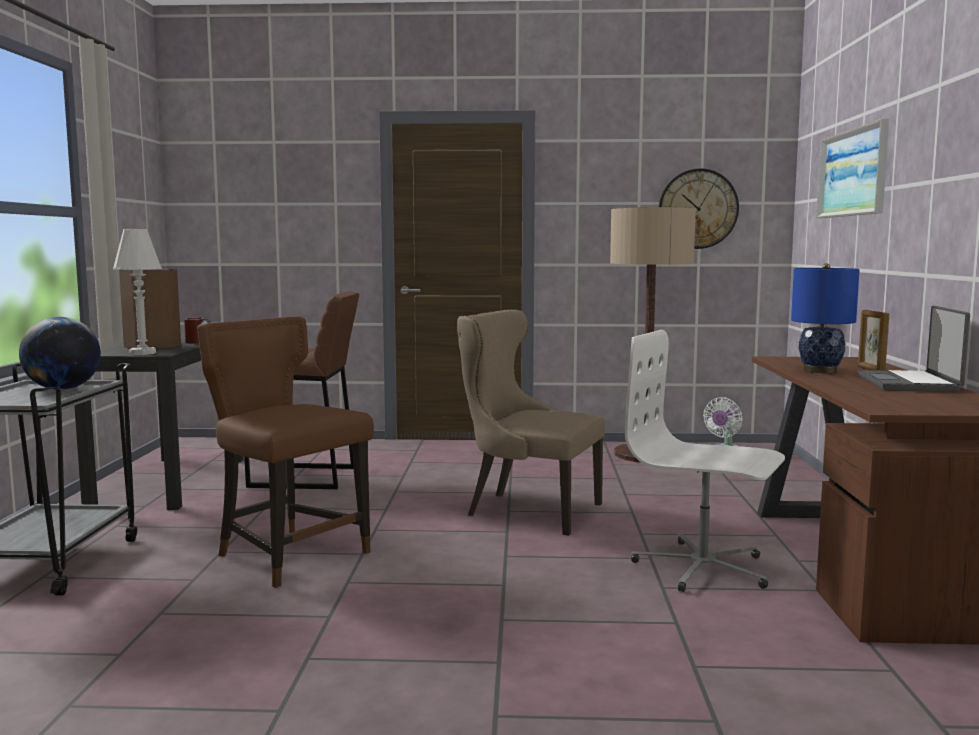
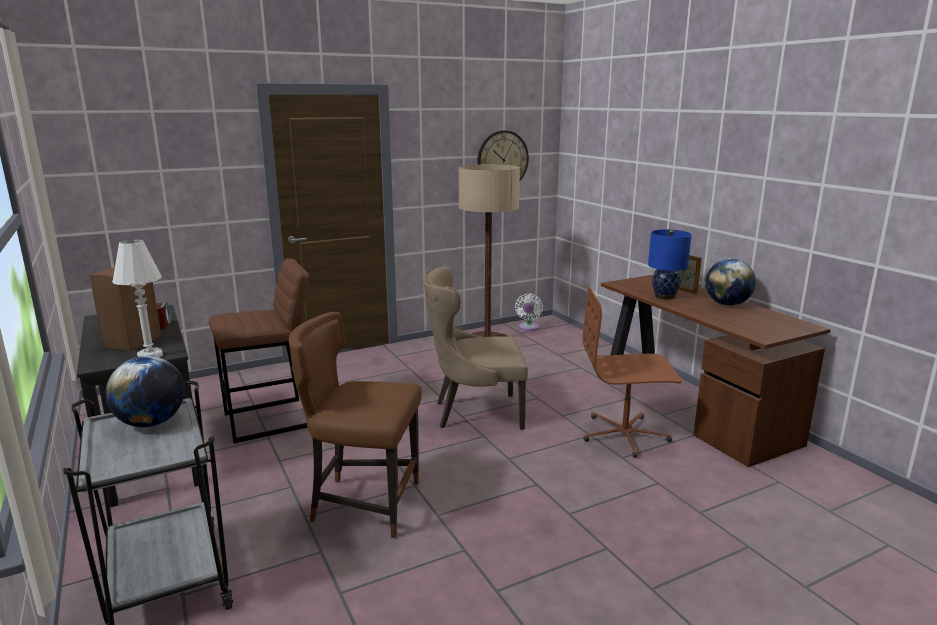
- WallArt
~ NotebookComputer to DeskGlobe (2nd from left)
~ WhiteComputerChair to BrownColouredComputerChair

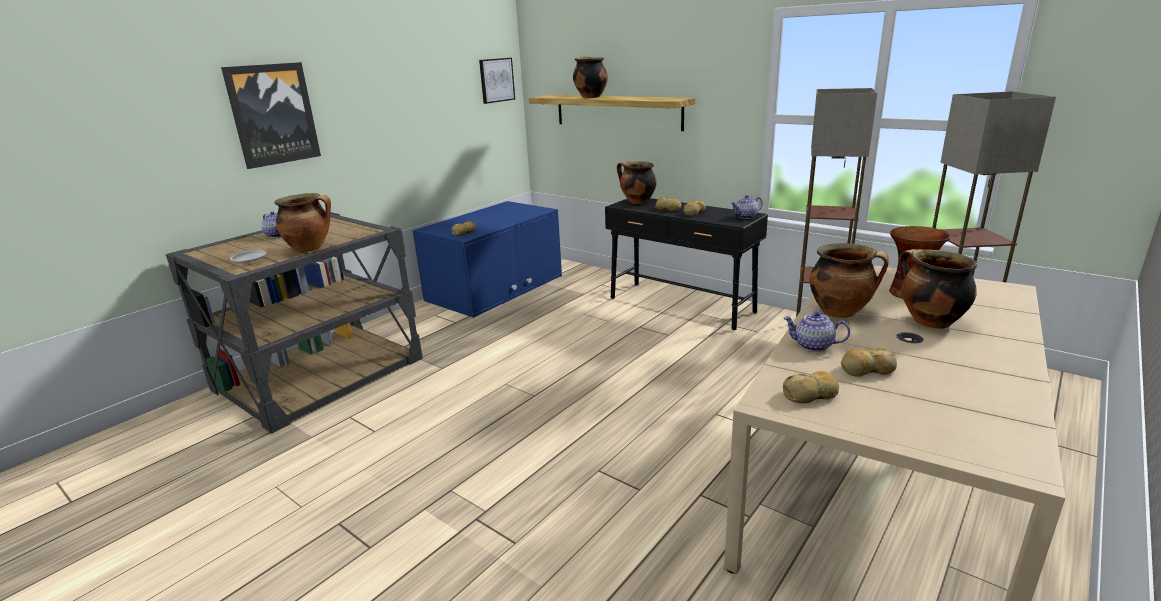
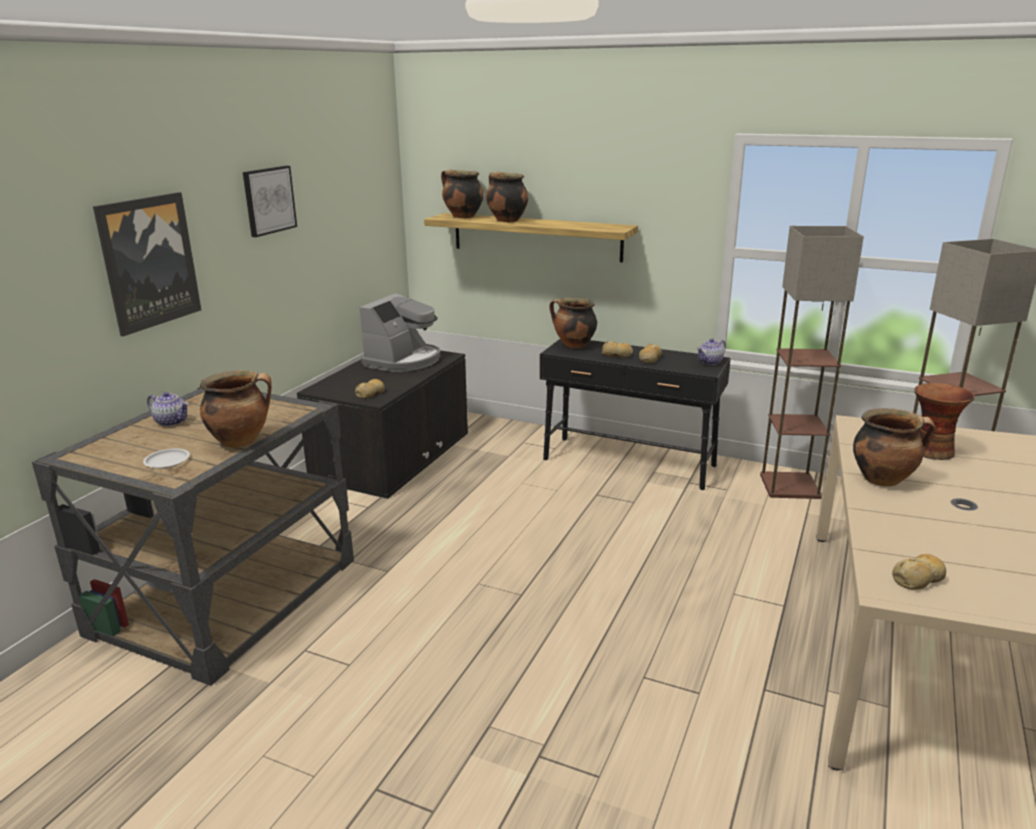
~ WallArt (2nd from left)
~ BlueStorageCabinet to BlackishStorageCabinet
~ Stockpot (5th from left in the first image) to Stockpot (2nd from left)
- TeaPot (3rd from left)
- BakeryBread (5th from left)
+ CoffeeMaker

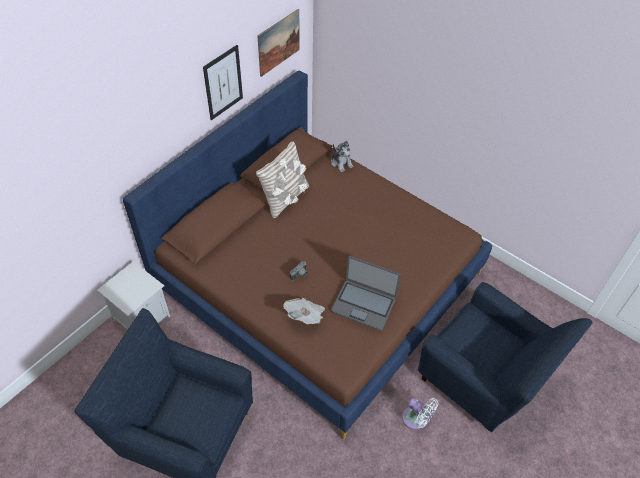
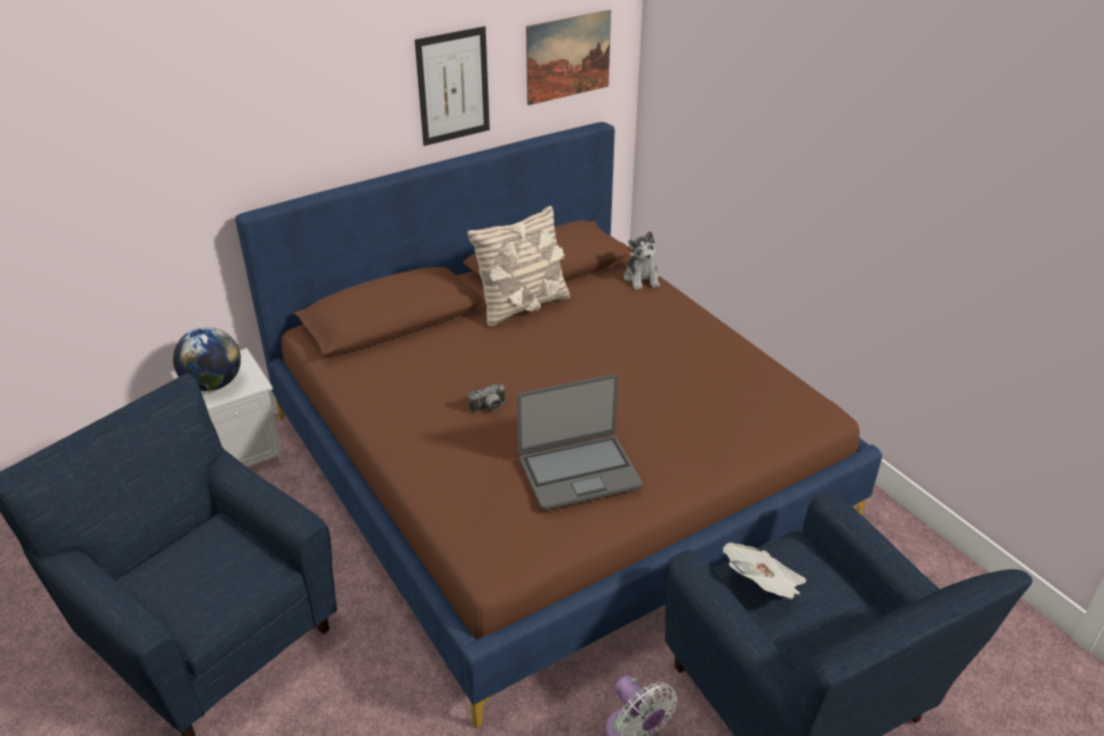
~ NotebookComputer 60 degrees counterclockwise
~ DailyPaper
+ DeskGlobe

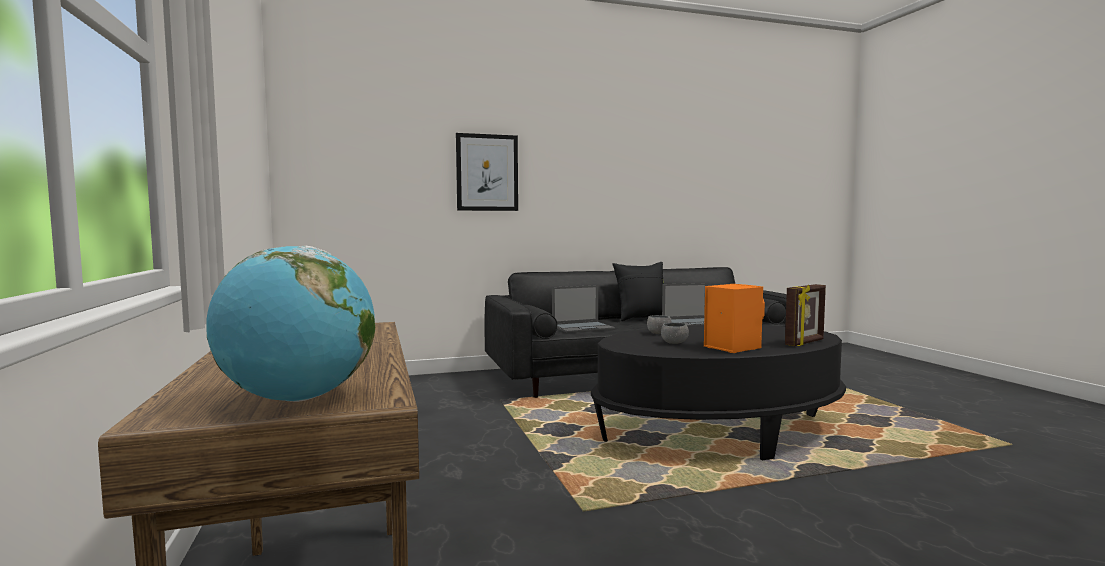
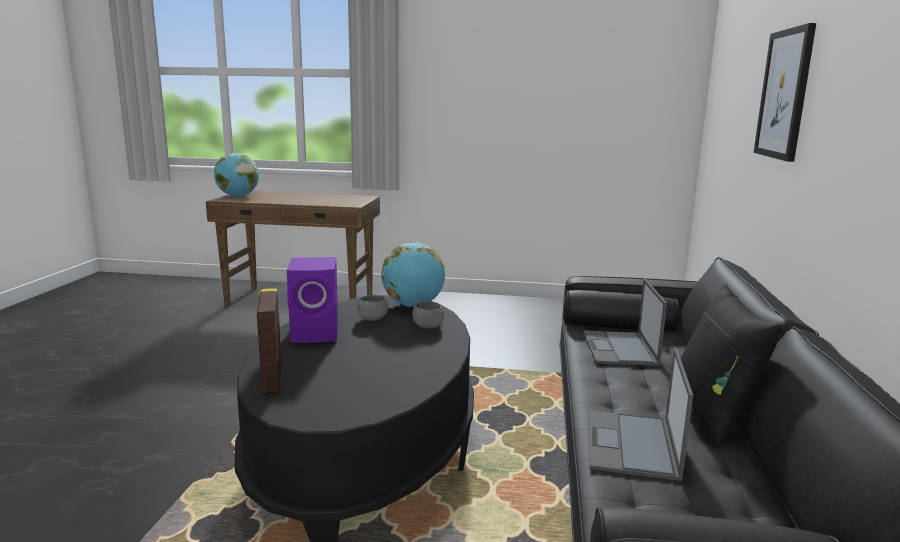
~ OrangeColouredLoudspeaker to PurpleLoudspeaker
+ DeskGlobe (2nd from left)

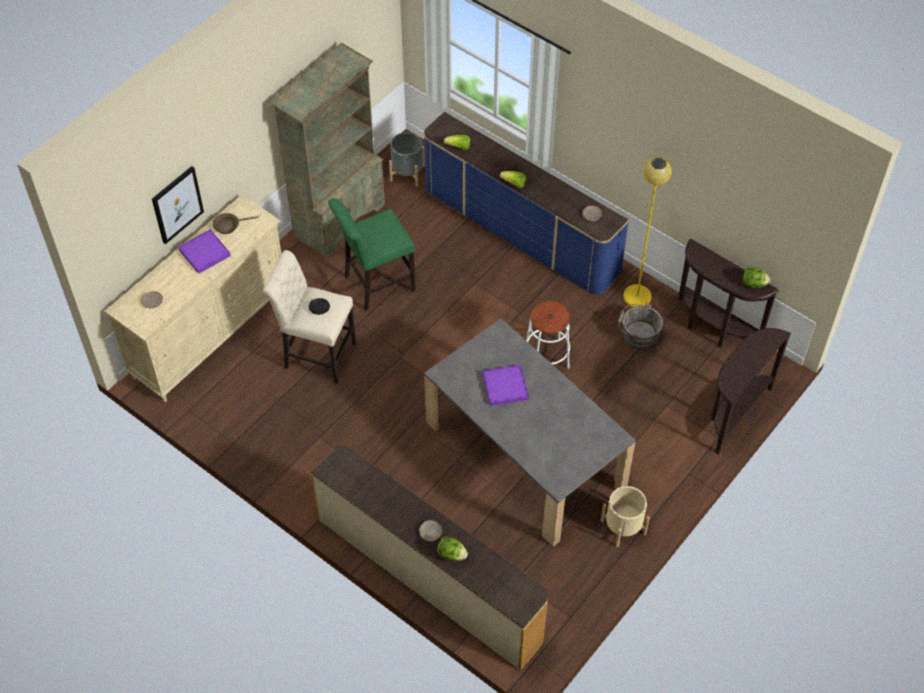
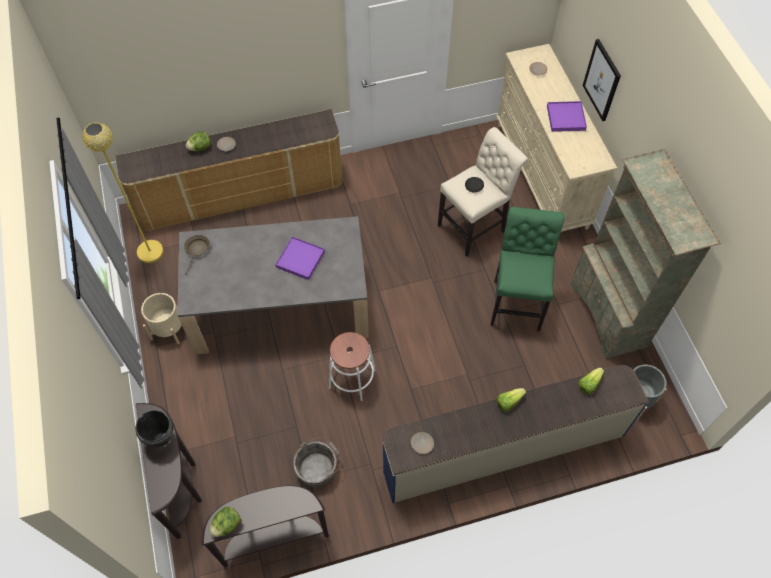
~ YellowColouredStandardLamp
~ BrownColouredPan
+ BlackishStockpot

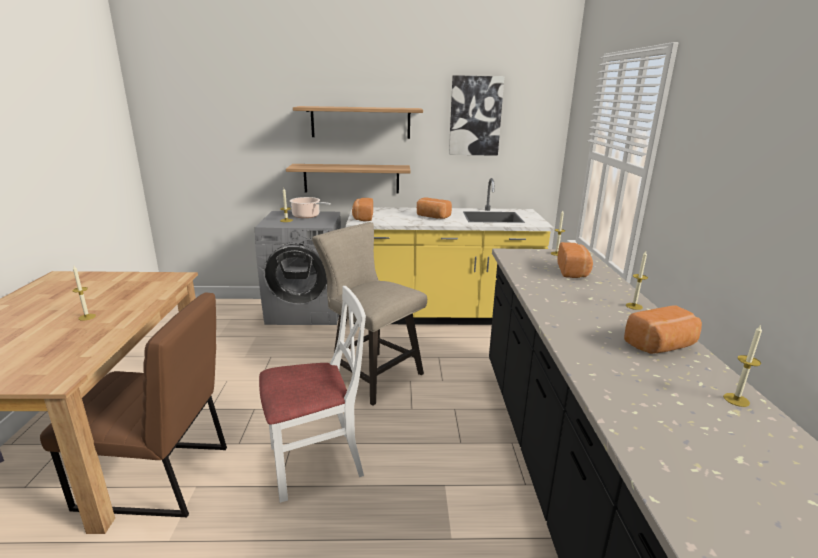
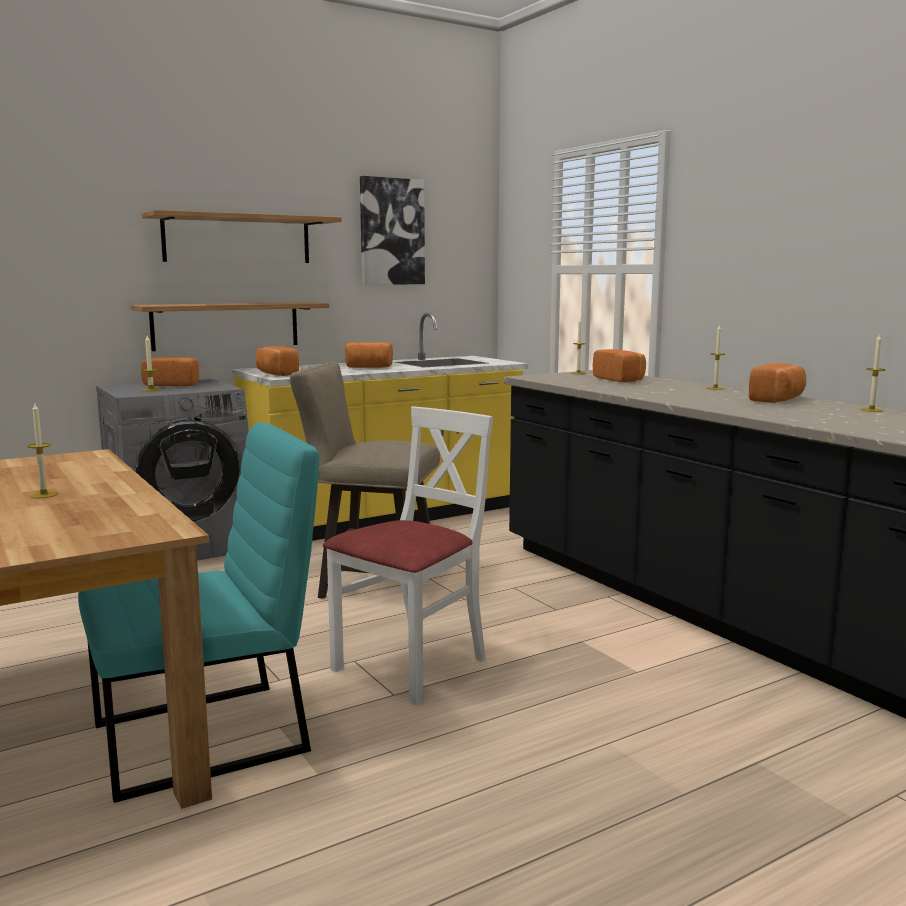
~ Stockpot to BakeryBread (1st from left)
~ BrownColouredUprightChair to TurquoiseUprightChair

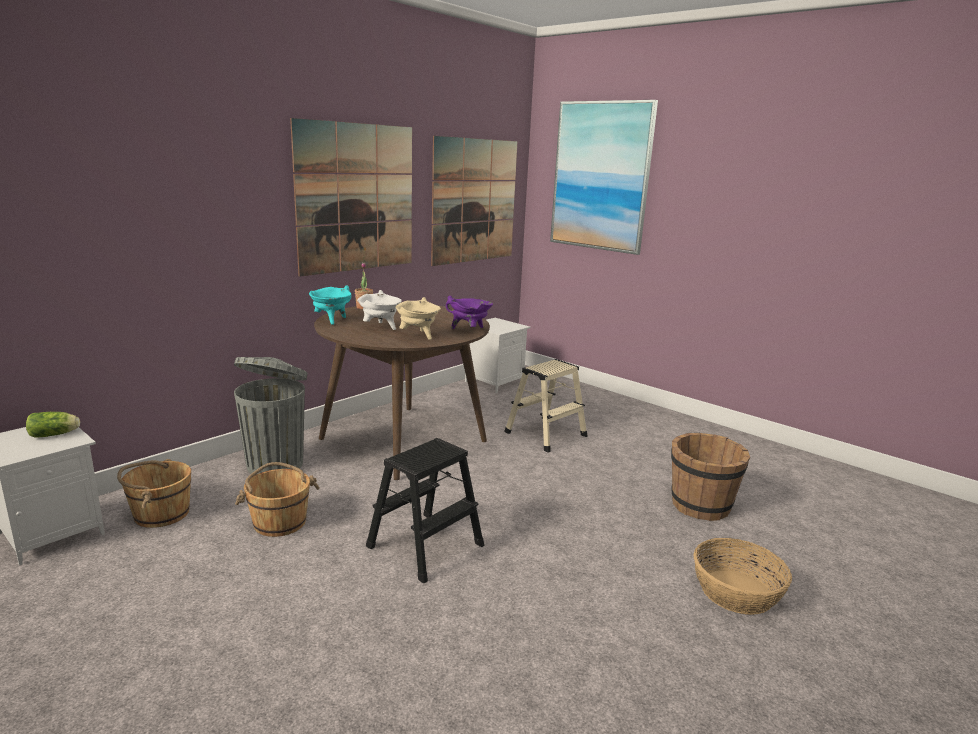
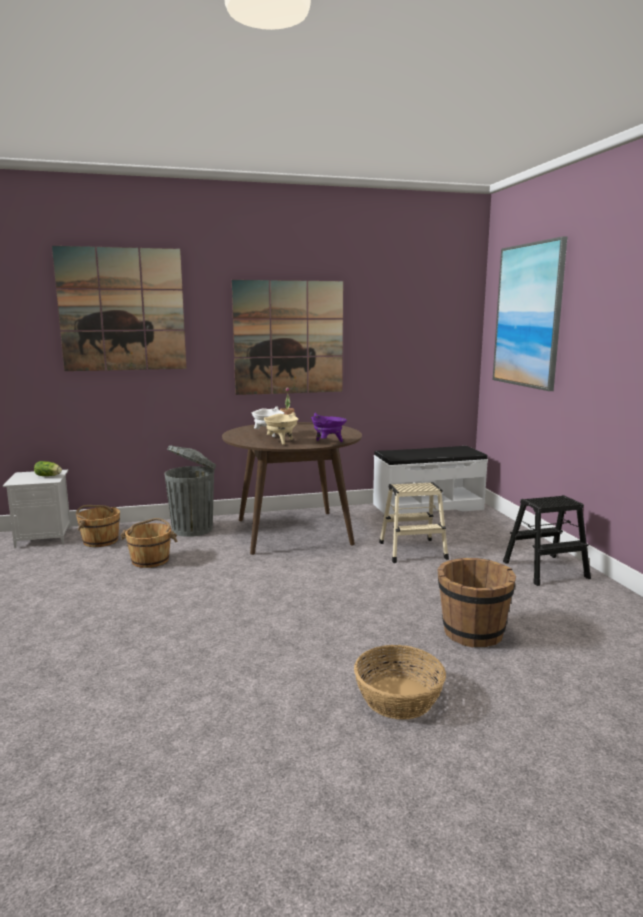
~ WallArt (2nd from left in the first image) to WallArt (1st from left)
- TurquoiseStockpot
~ GrayNightstand (2nd from left) to WhiteBench
~ BlackishStepLadder

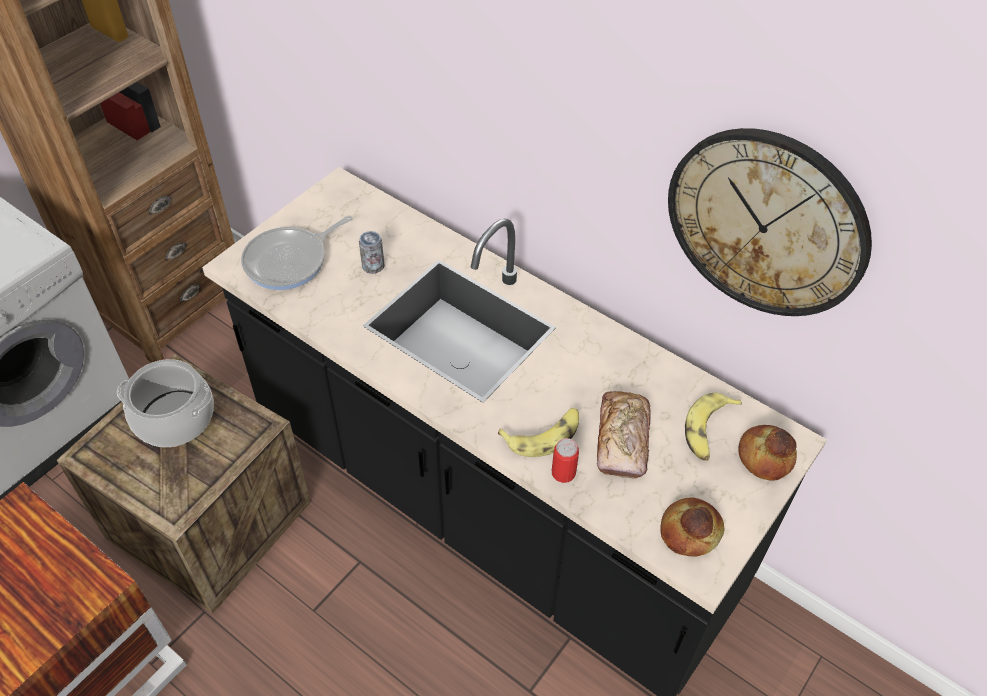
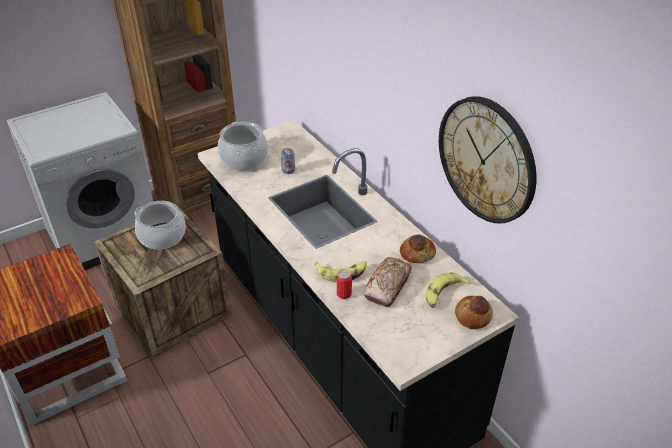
~ Pan to Stockpot (2nd from left)
~ BakeryBread (2nd from left)

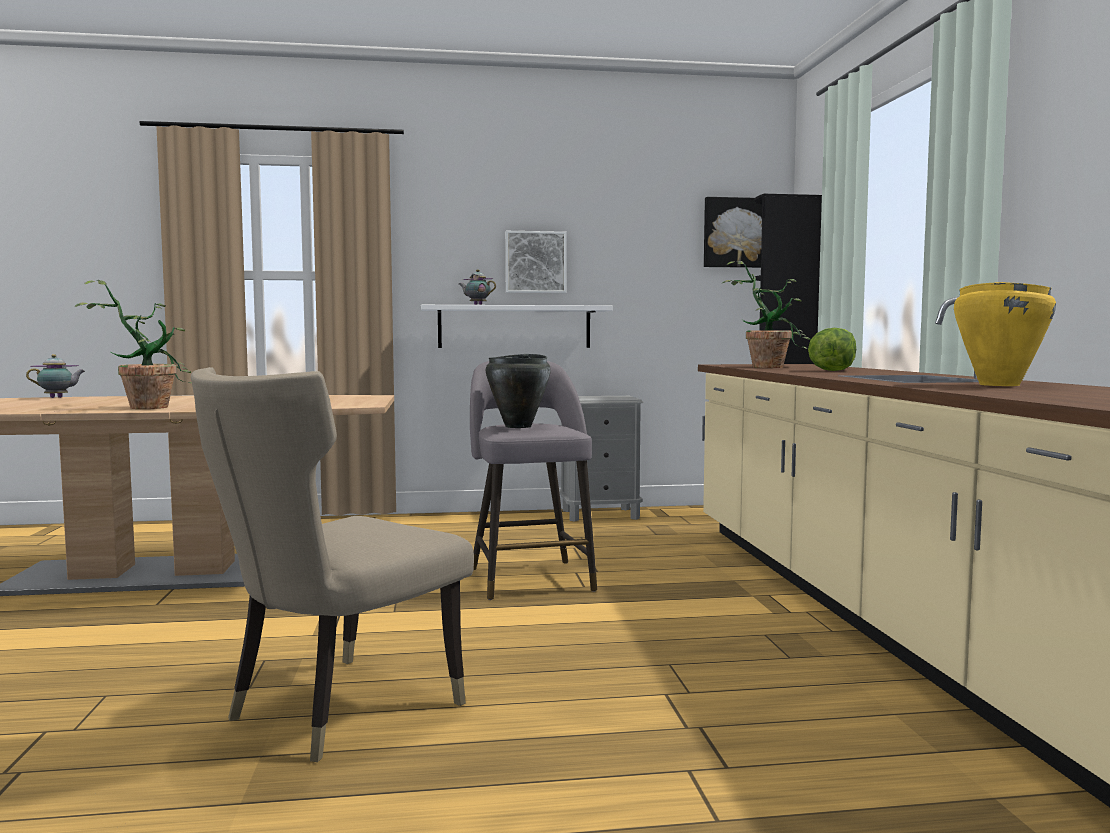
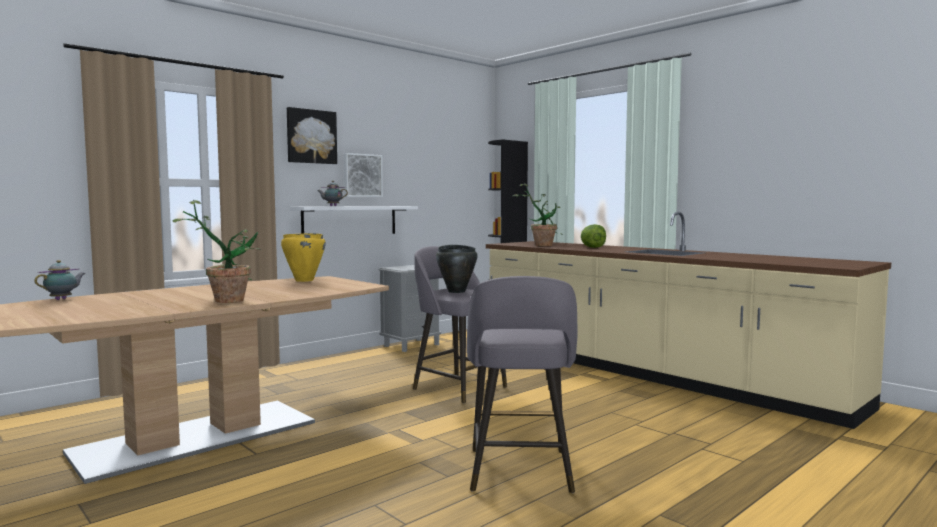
~ WallArt (2nd from left in the first image) to WallArt (1st from left)
~ YellowColouredStockpot
~ SandColouredUprightChair to GrayStool (2nd from left)

